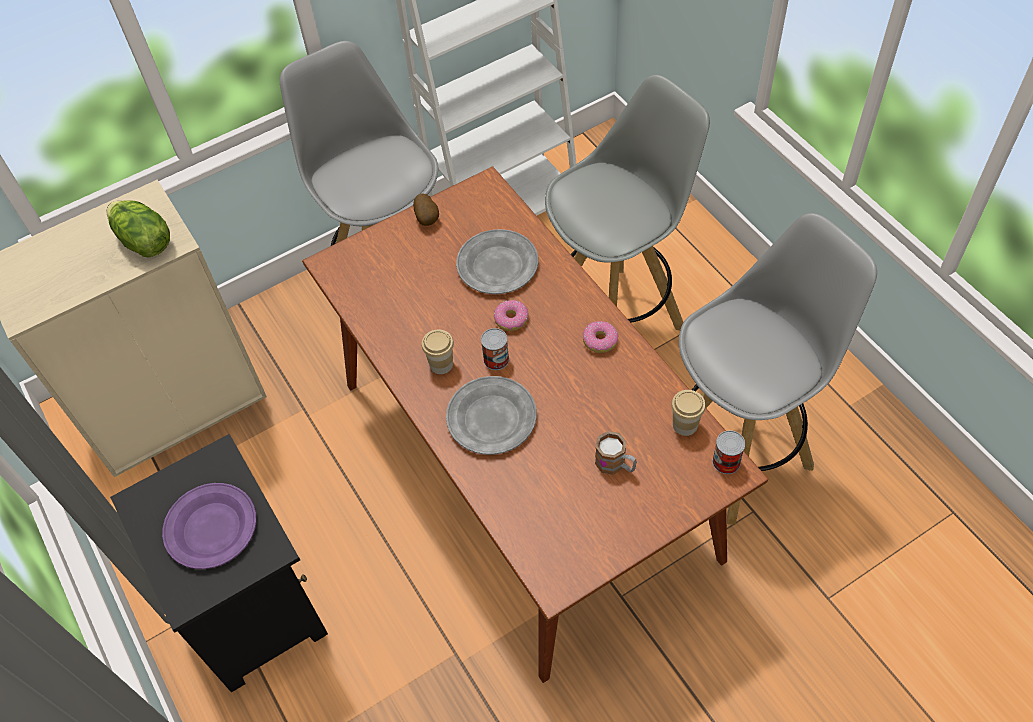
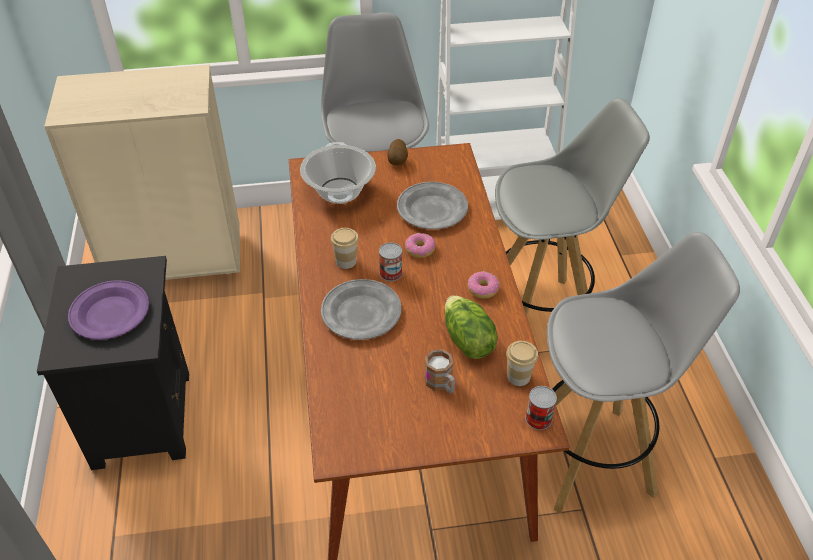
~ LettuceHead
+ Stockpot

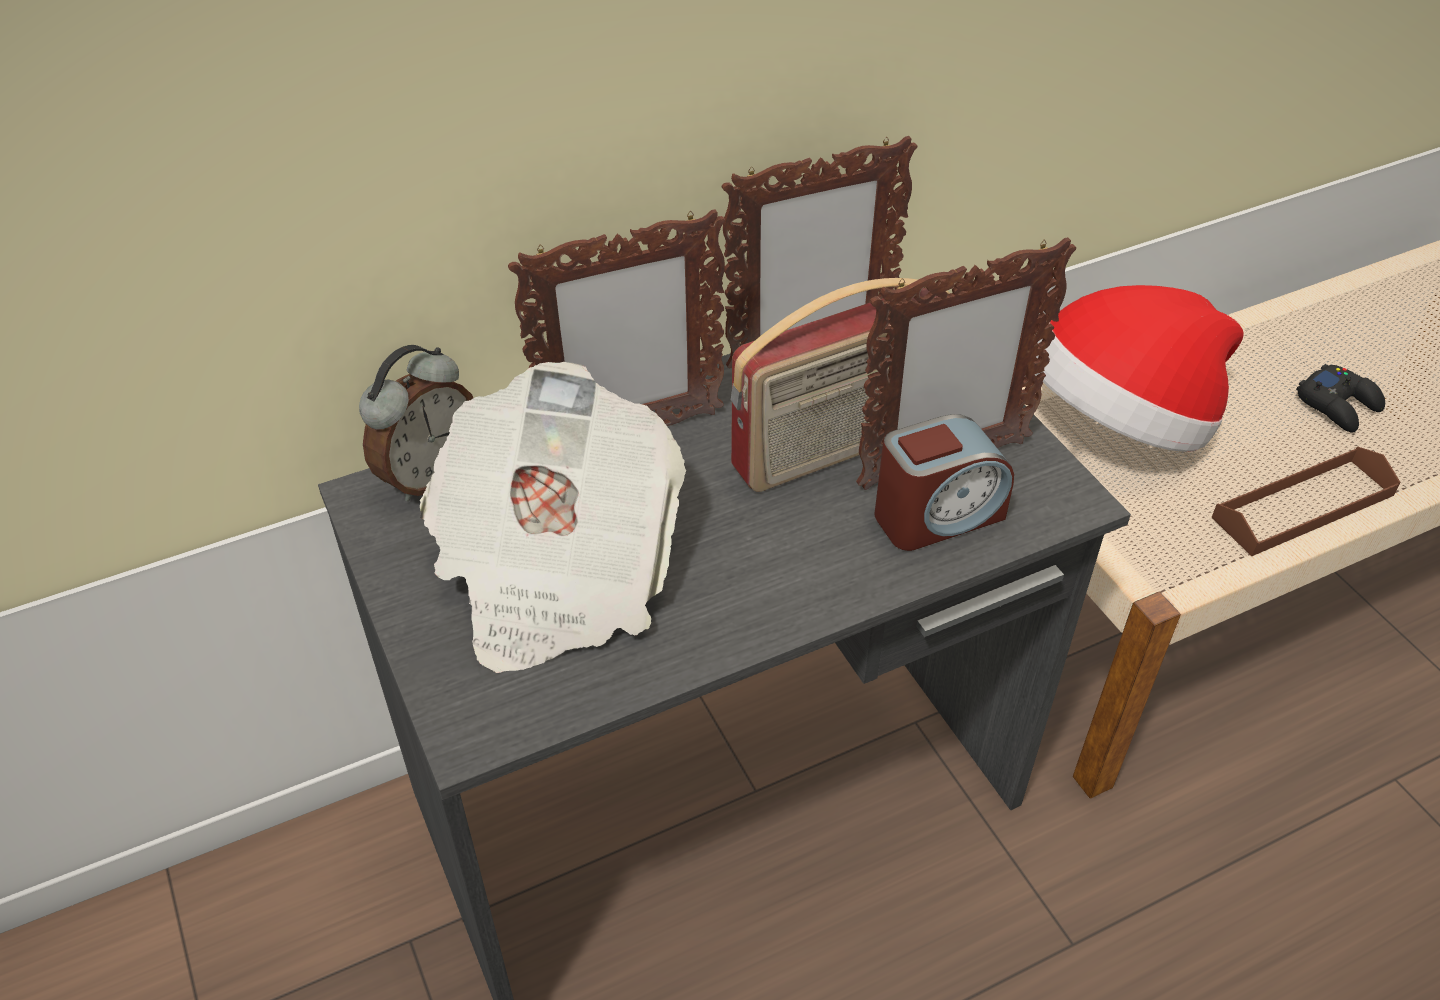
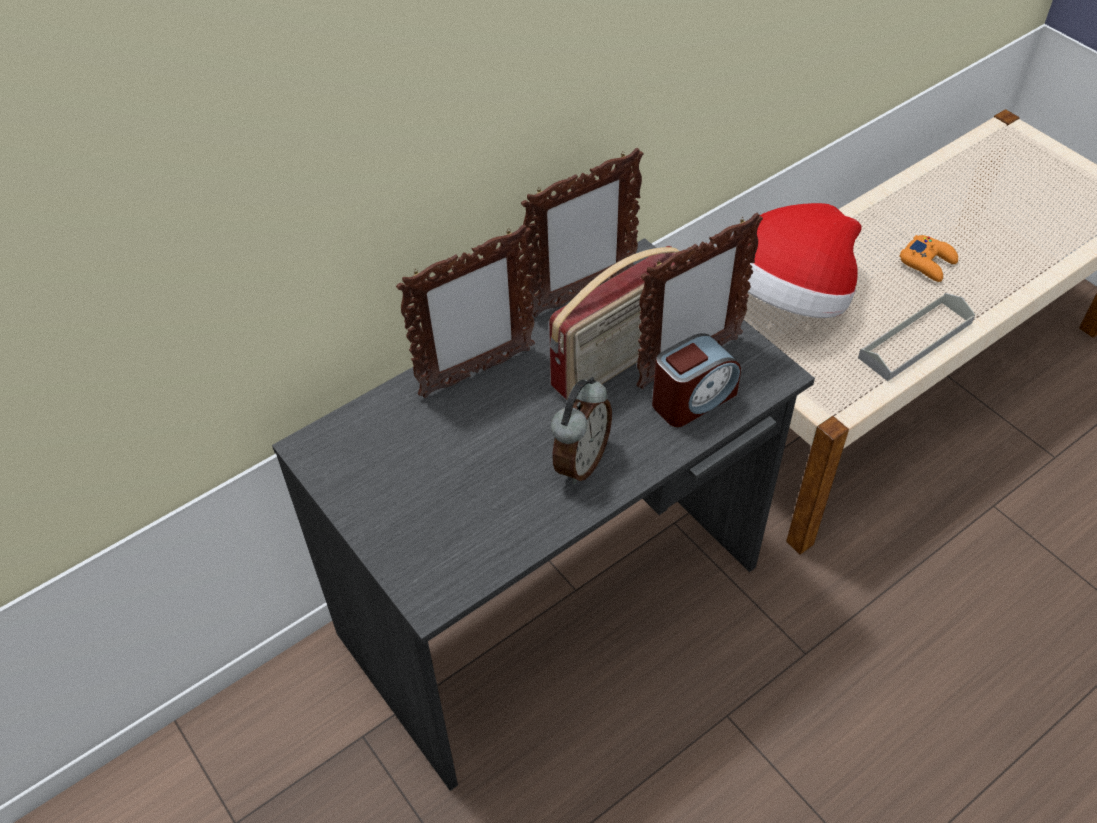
~ TableClock (1st from left)
- DailyPaper
~ BlackishGameController to OrangeColouredGameController
~ BrownColouredServingTray to GrayServingTray

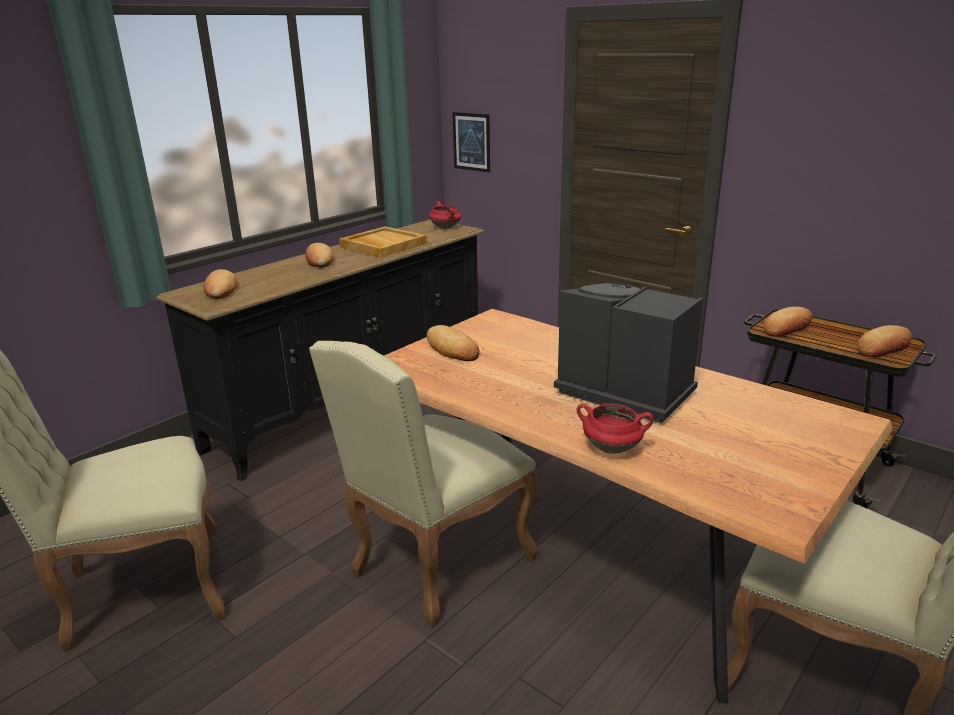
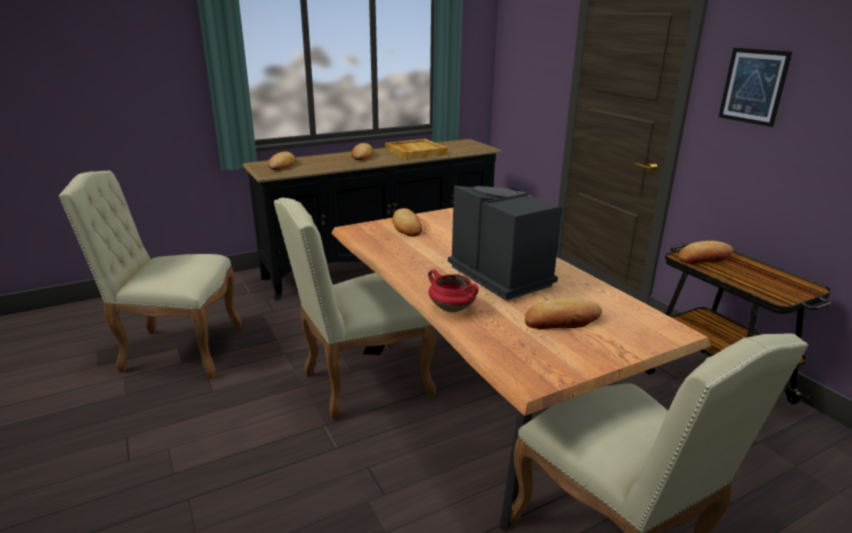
~ WallArt
- RedStockpot (1st from left)
~ BakeryBread (5th from left in the first image) to BakeryBread (4th from left)

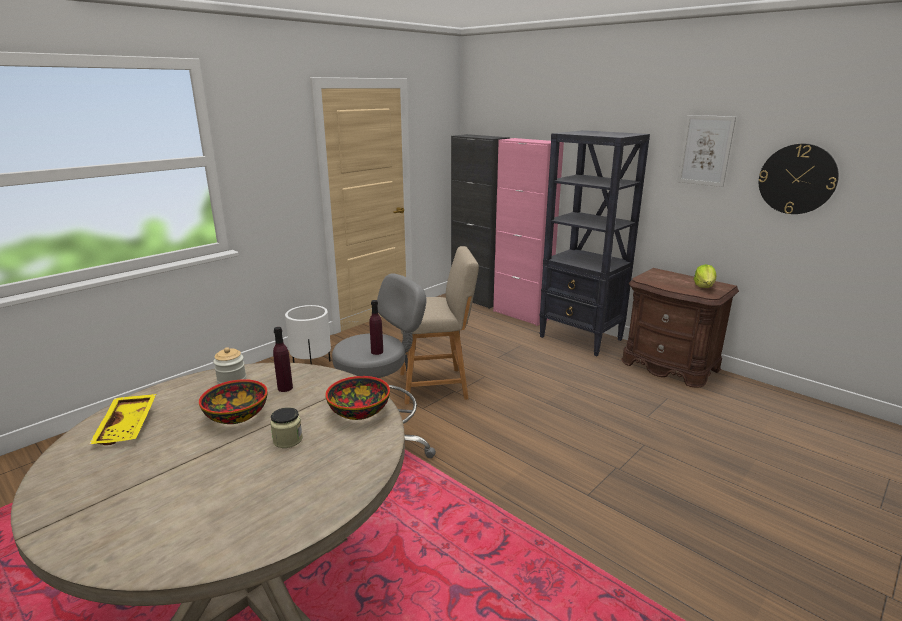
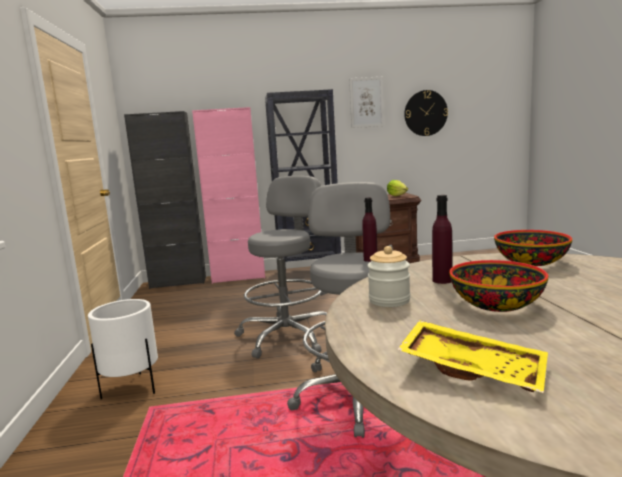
~ SandColouredUprightChair to GrayStool (1st from left)
- Jar (2nd from left)

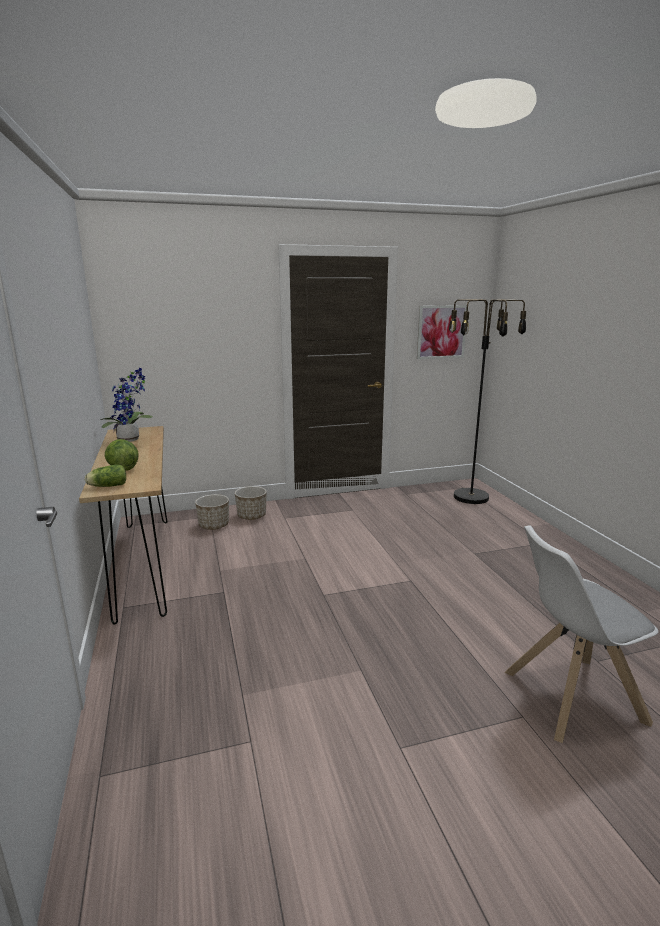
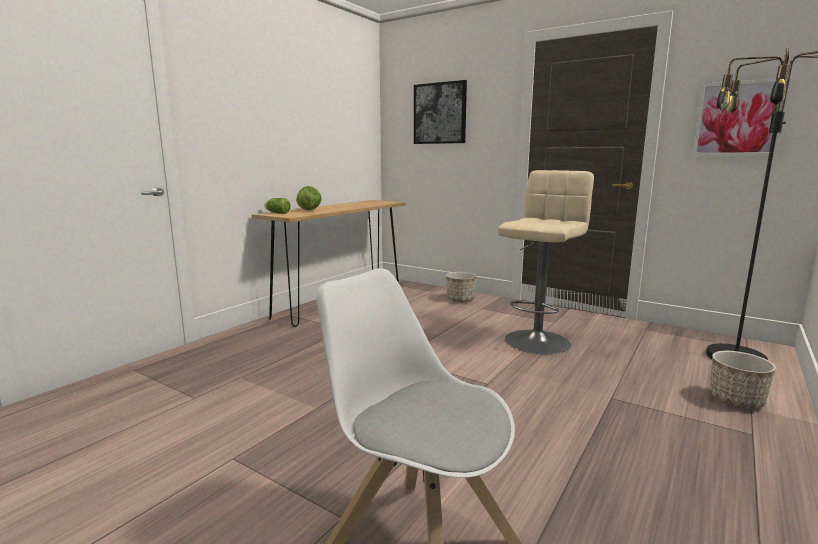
- PottedPlant
~ Planter (1st from left in the first image) to Planter (2nd from left)
+ WallArt (1st from left)
+ SandColouredStool

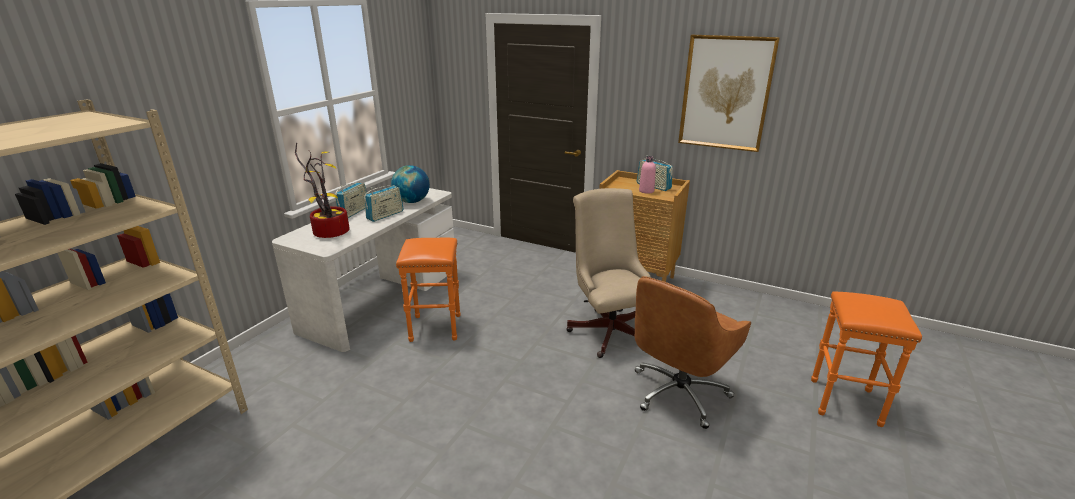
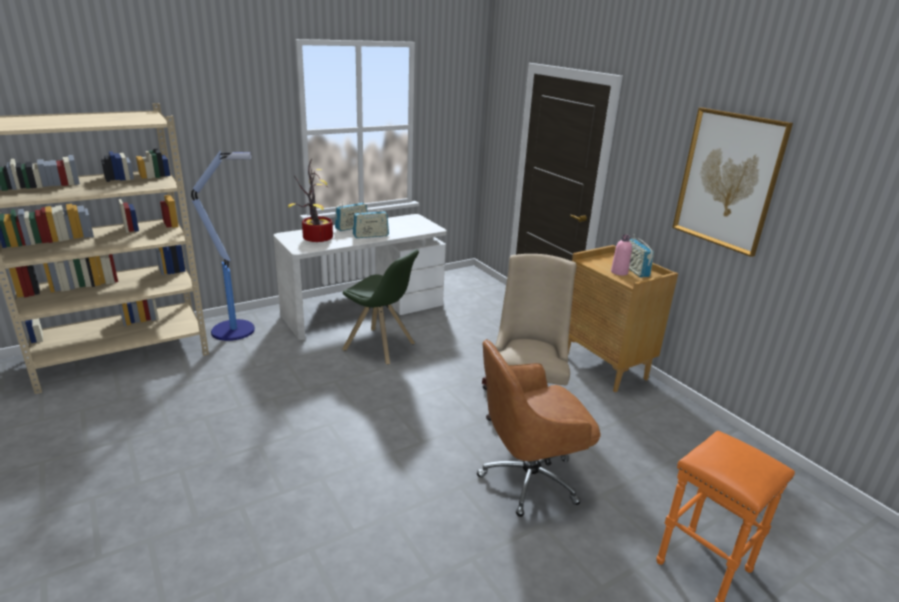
- DeskGlobe
~ OrangeColouredStool (1st from left) to GreenColouredUprightChair
+ StandardLamp

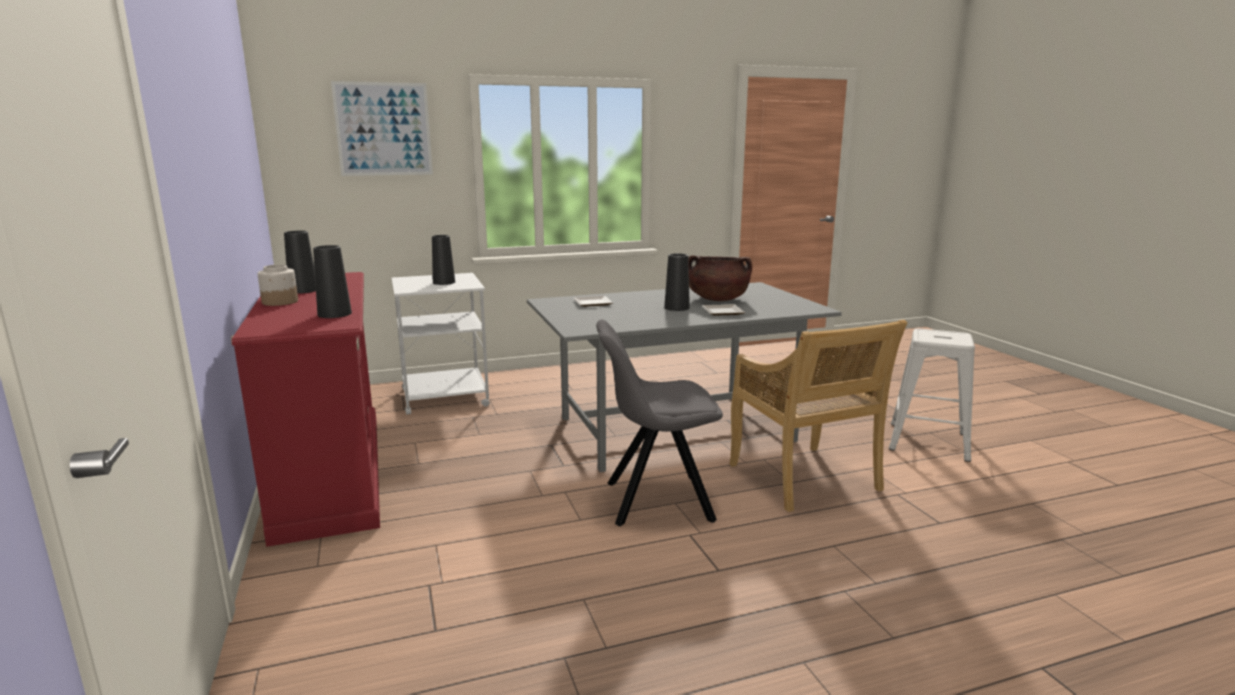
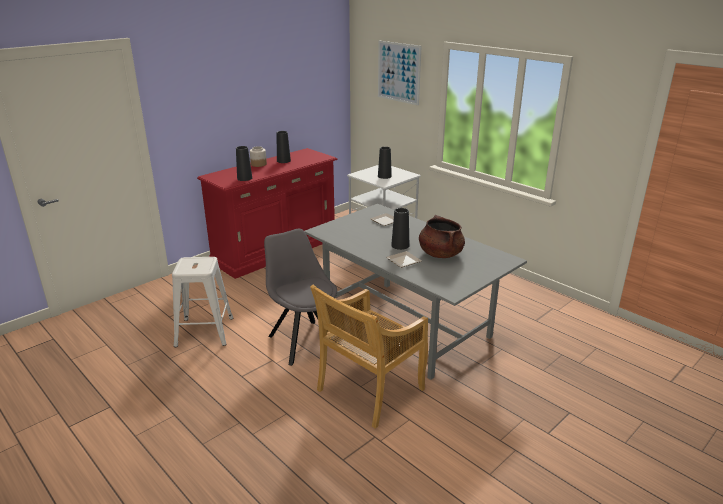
~ WhiteStool

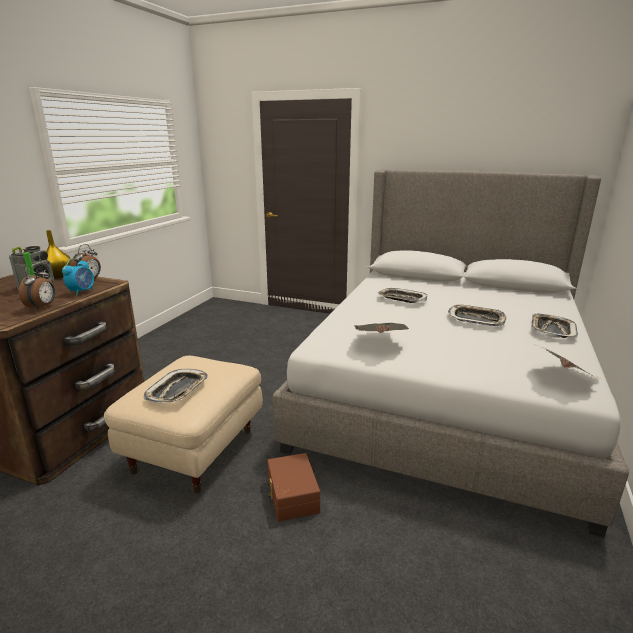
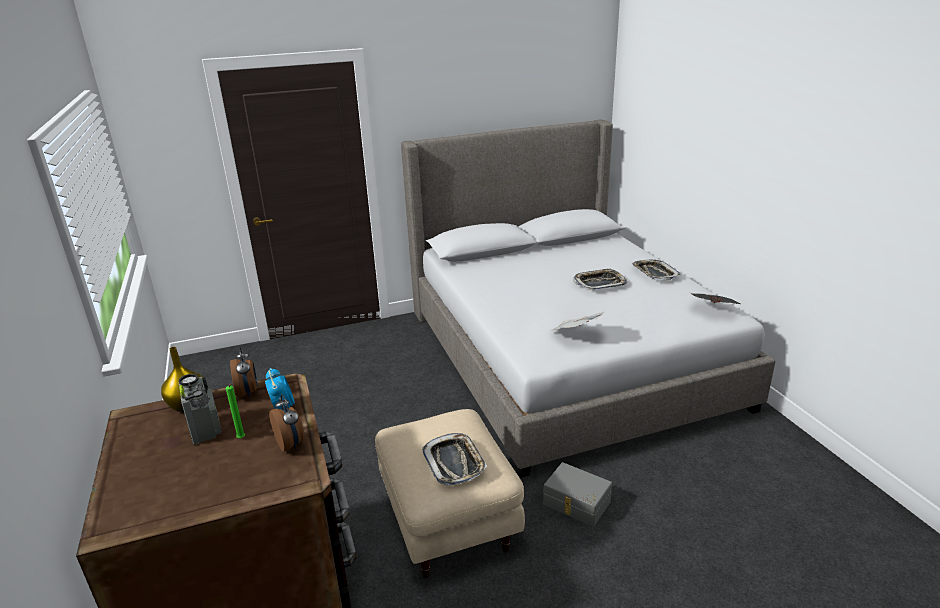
- ServingTray (2nd from left)
~ BrownColouredStorageBin to GrayStorageBin

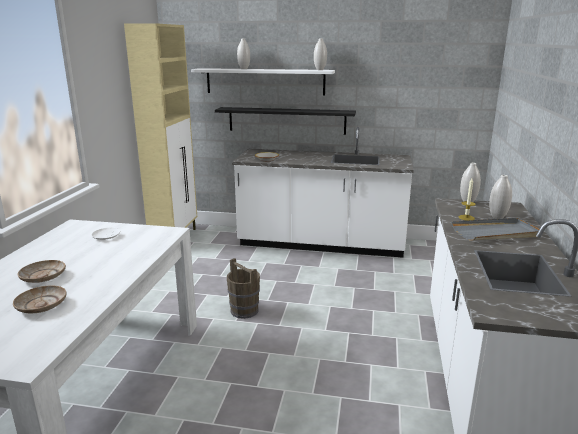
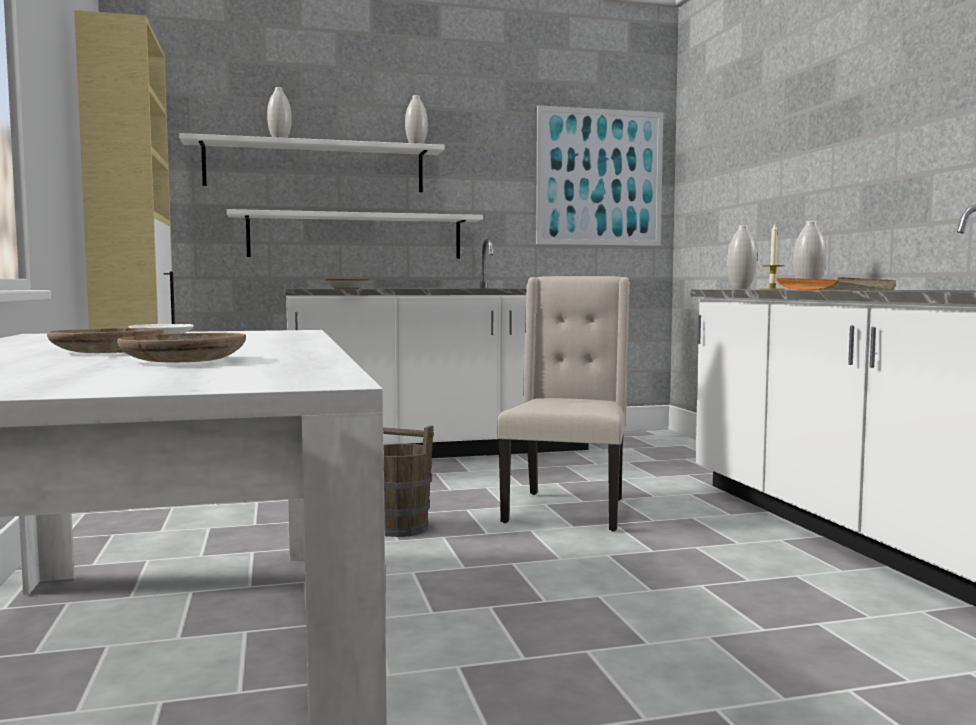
~ BlackishWallShelf to WhiteWallShelf (2nd from left)
~ GrayServingTray to OrangeColouredServingTray
+ WallArt
+ SandColouredUprightChair

